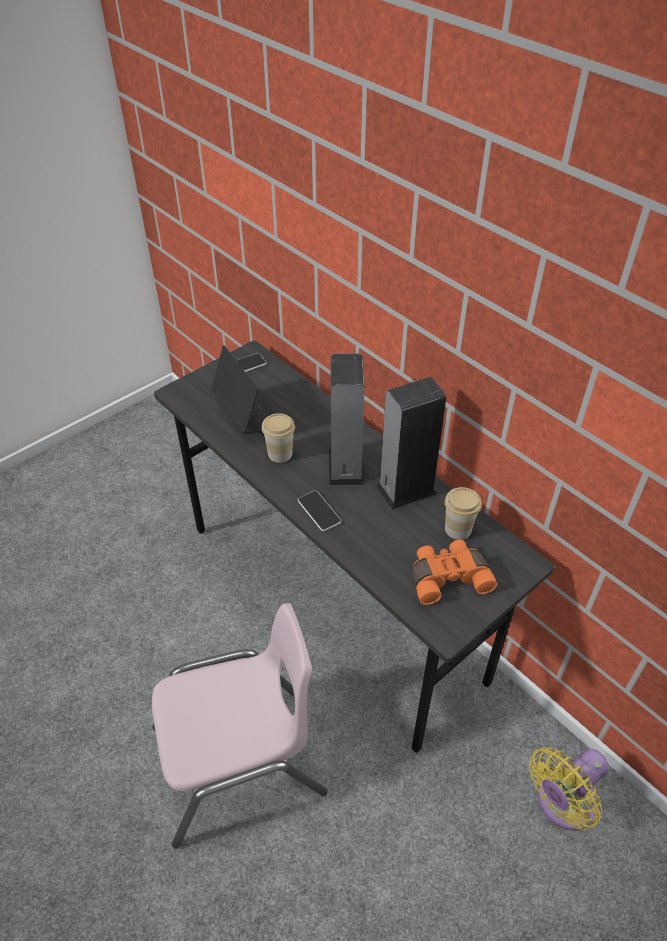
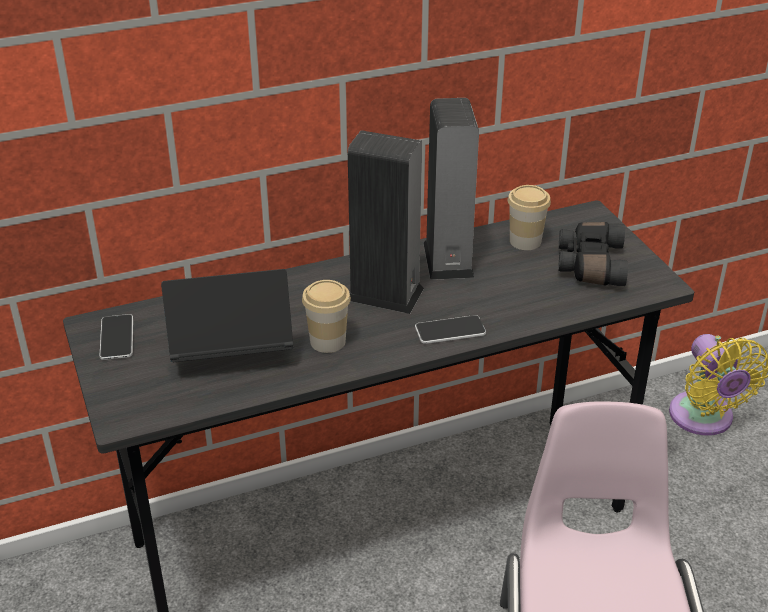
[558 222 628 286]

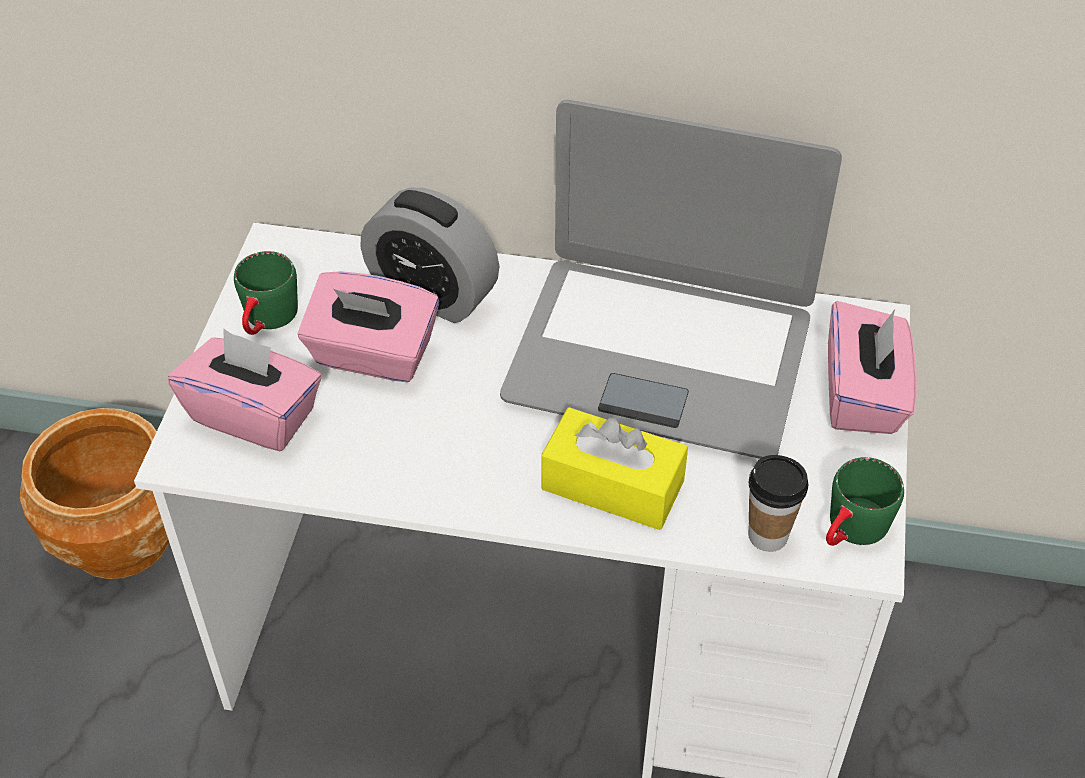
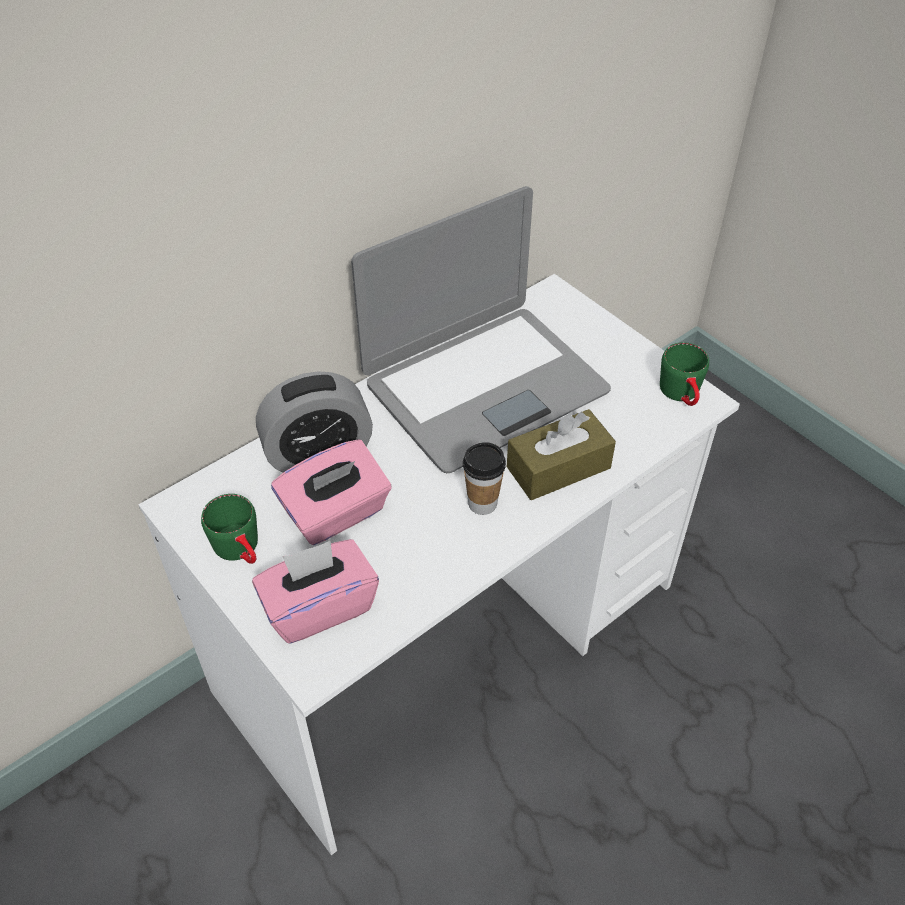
[828 301 917 434] (first image)
[507 409 616 500]
[20 408 169 579] (first image)
[463 442 506 515]

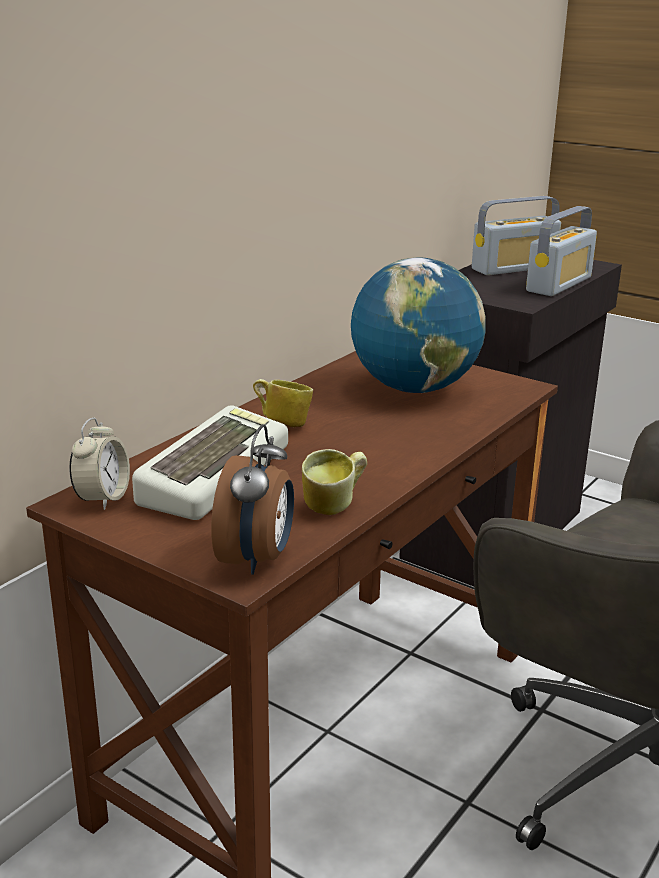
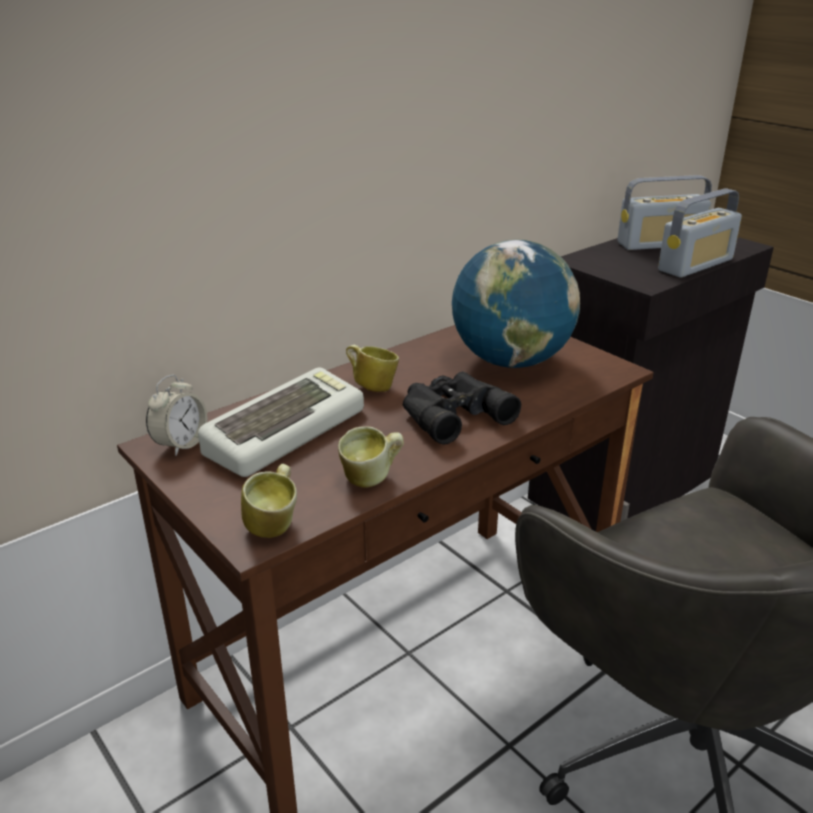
[241 463 297 538]
[403 371 521 445]

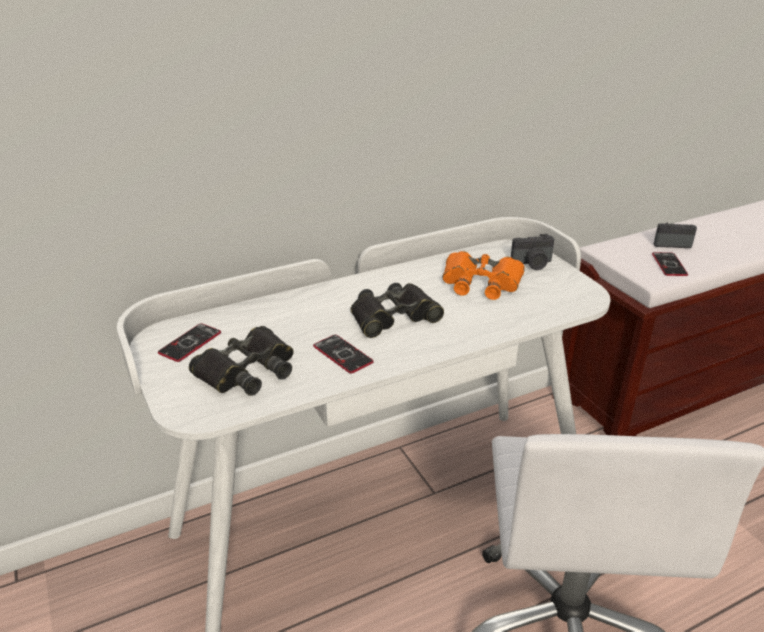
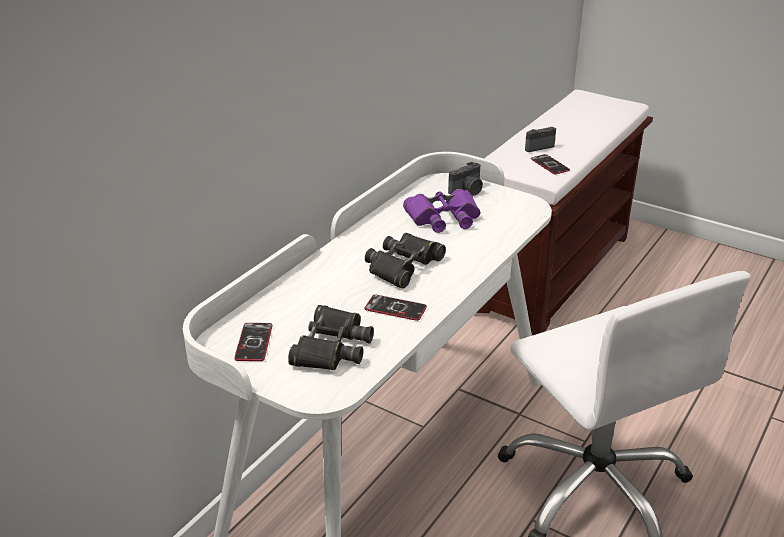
[403 189 480 233]

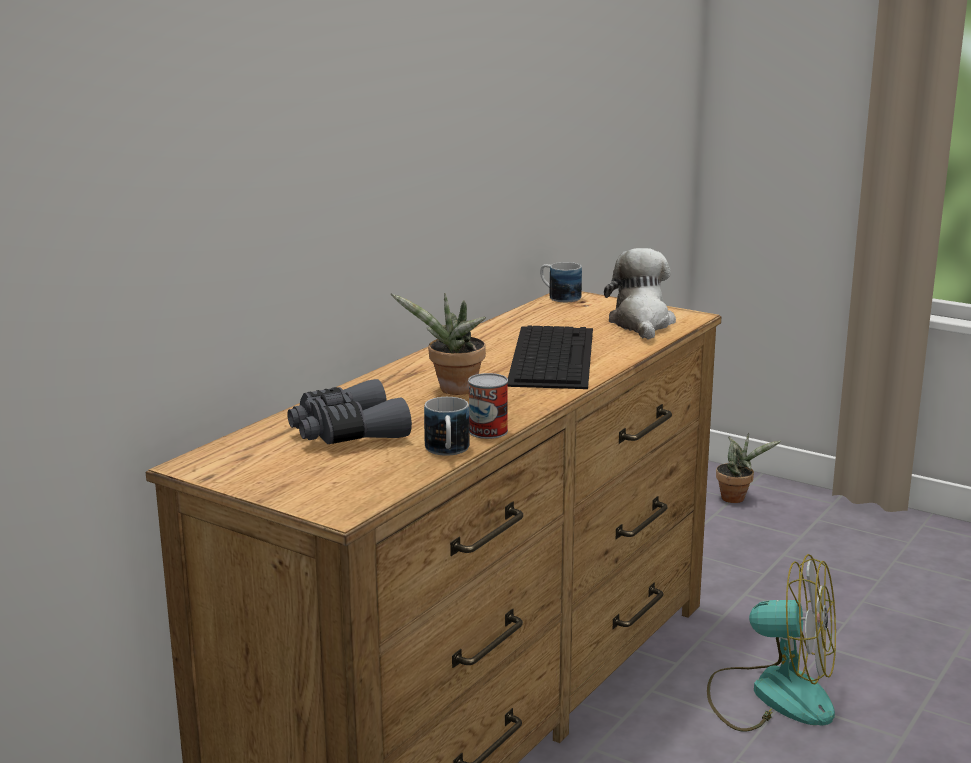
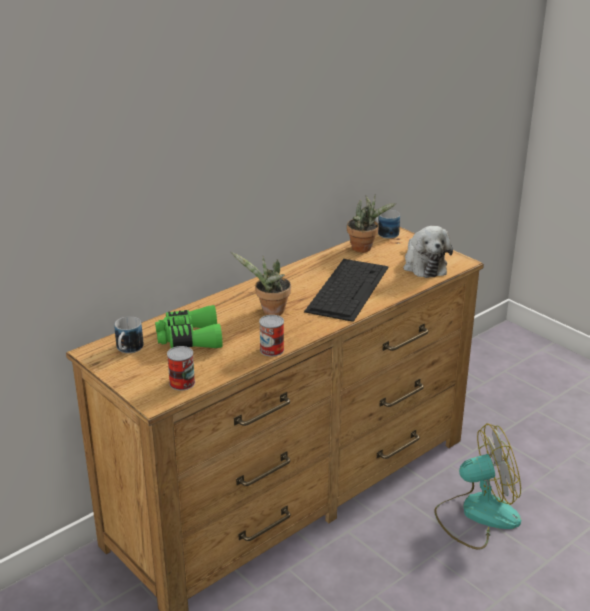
[403 226 453 278]
[155 305 223 348]
[114 316 143 353]
[347 194 396 252]
[434 423 522 550]
[167 346 195 391]

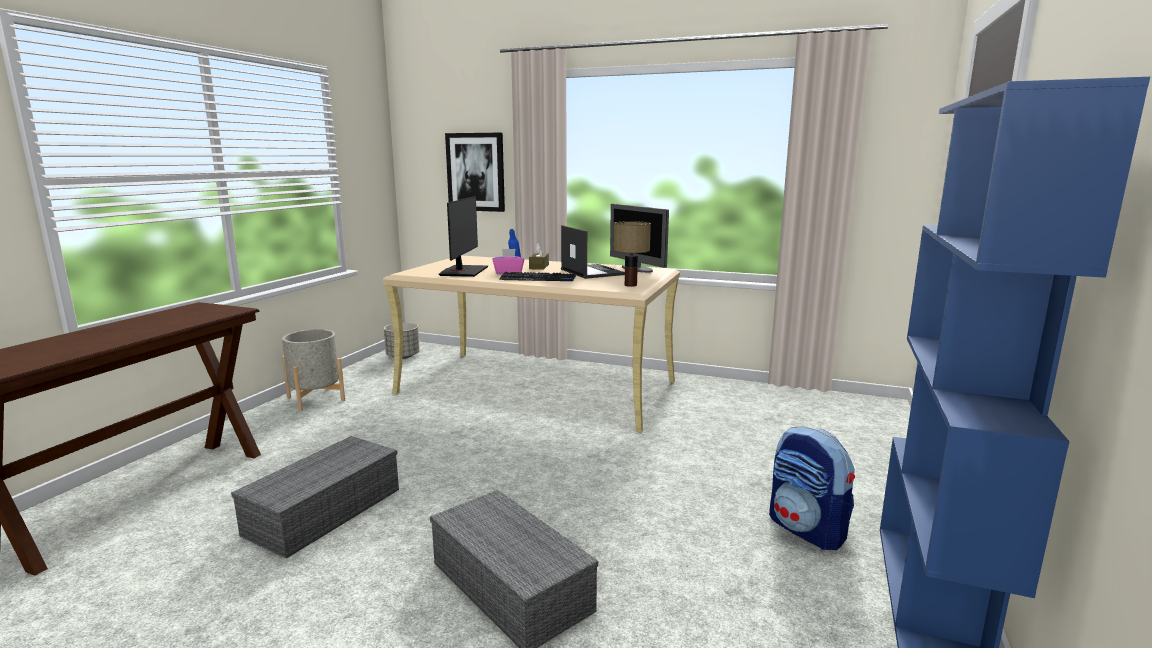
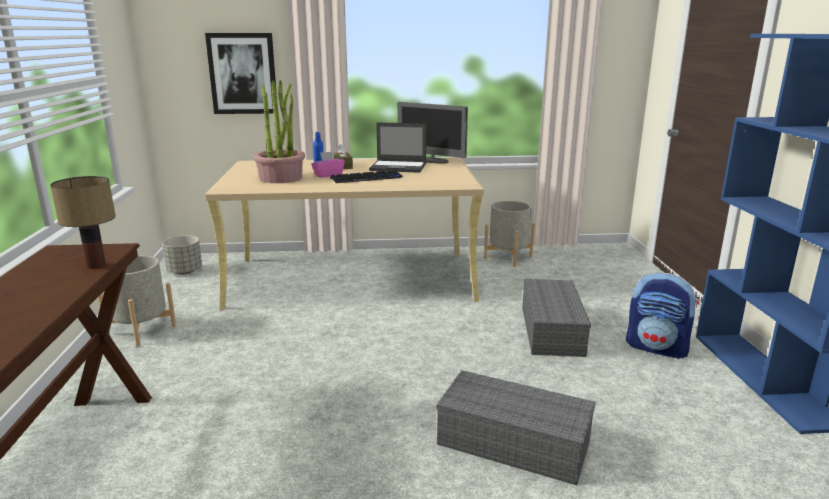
[253 80 305 183]
[50 176 116 269]
[369 122 426 173]
[522 279 591 357]
[484 201 535 267]

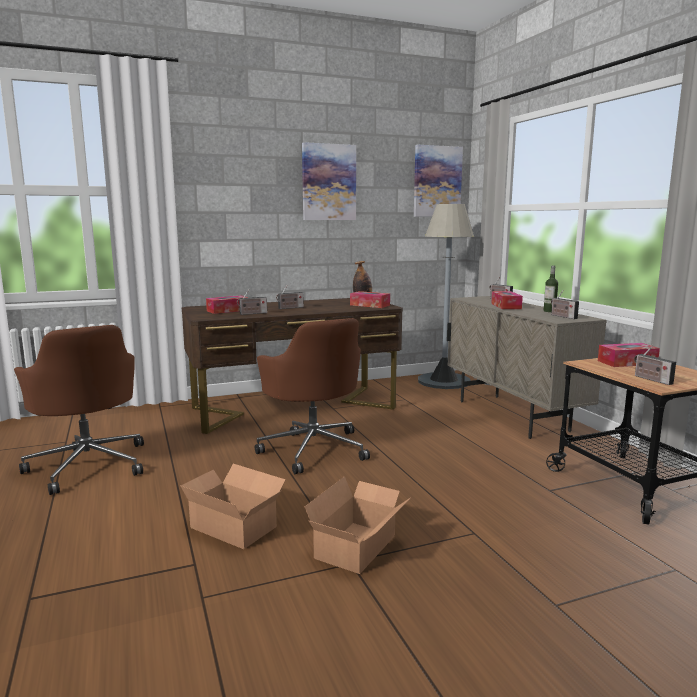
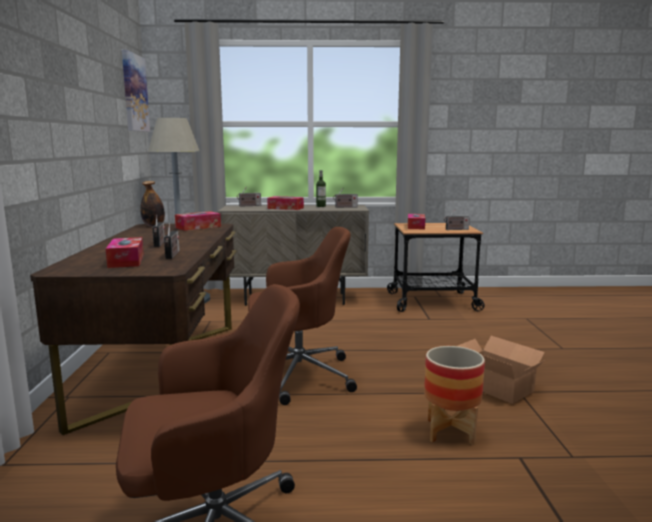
[302 142 356 220] (first image)
[424 346 485 445]

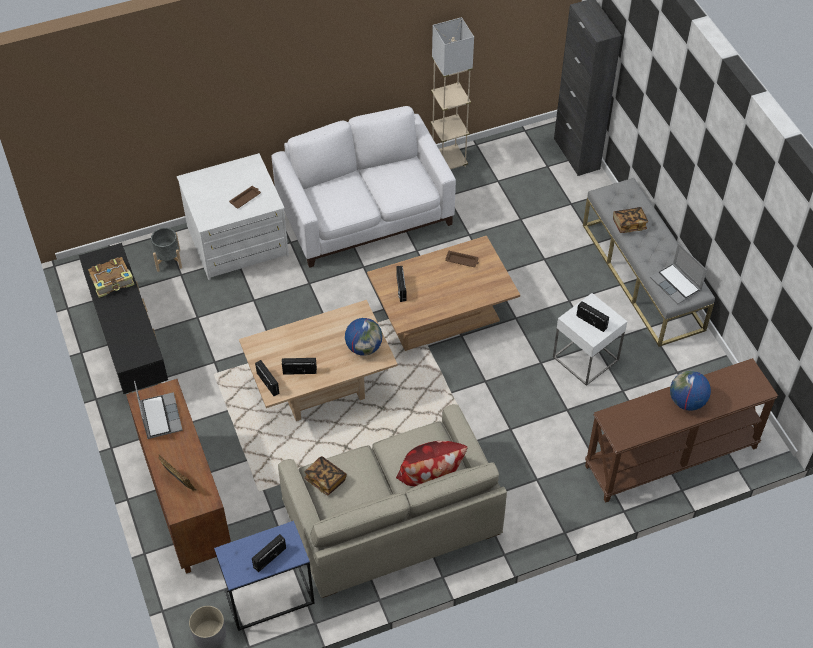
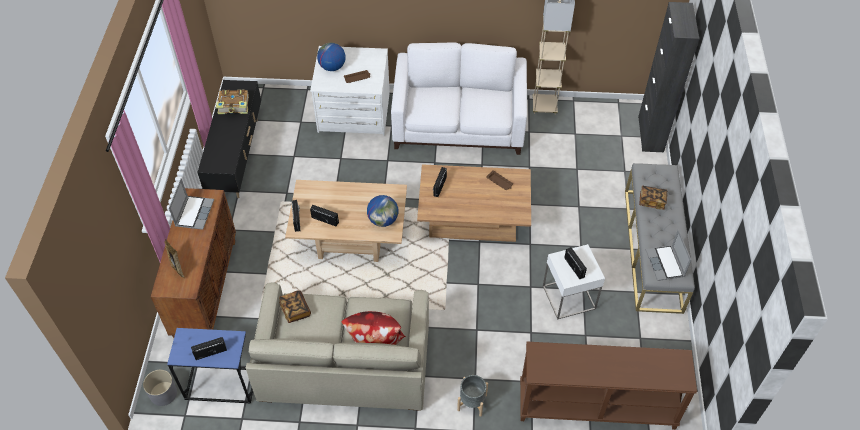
[457 375 488 417]
[317 43 346 71]

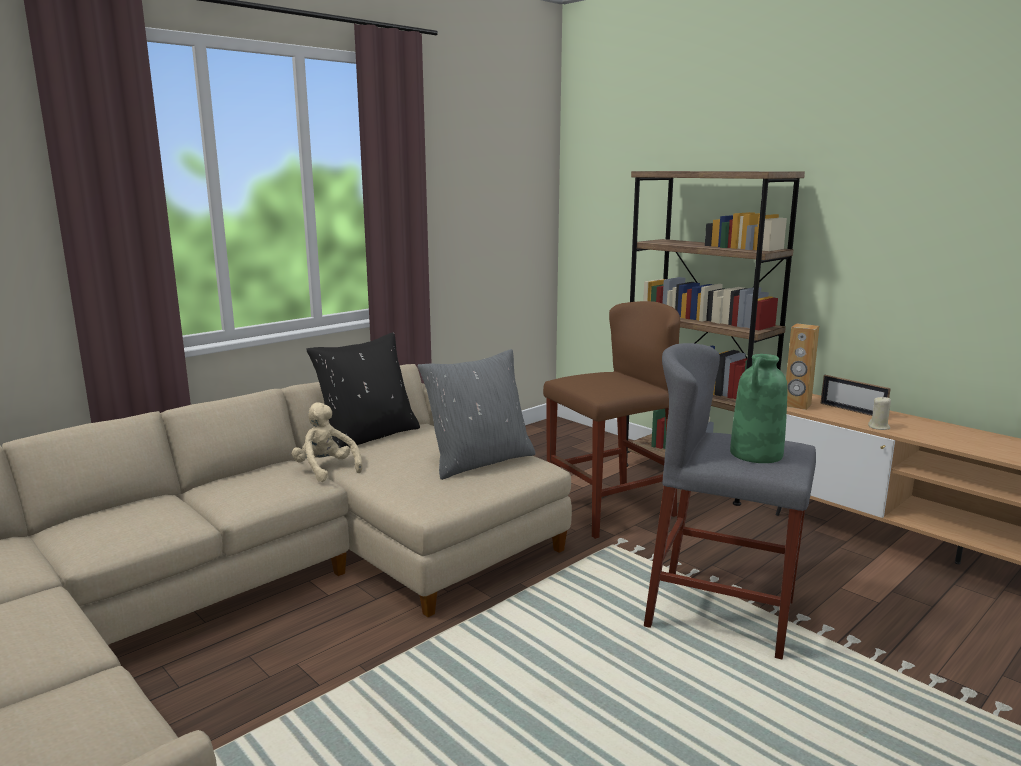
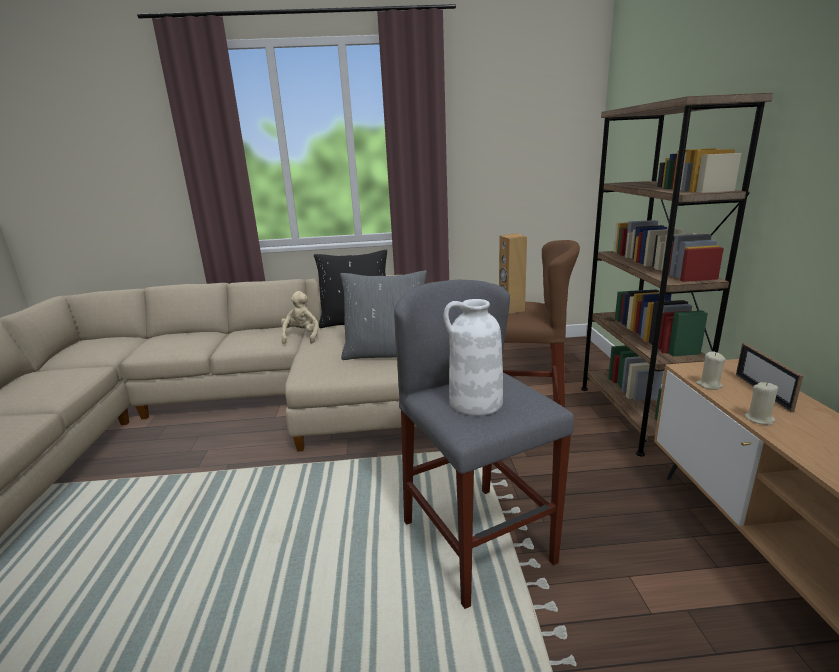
[499 234 527 314]
[444 299 503 416]
[696 351 726 390]

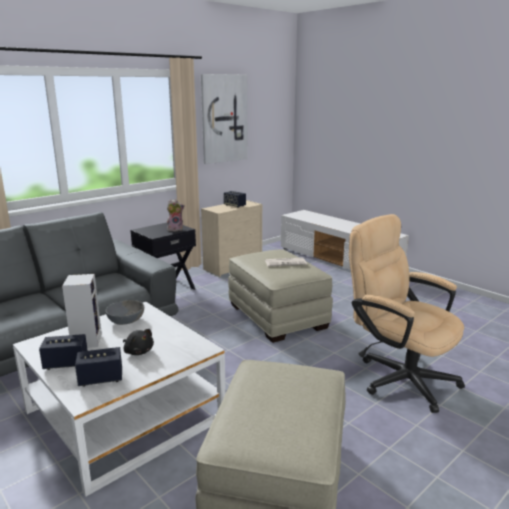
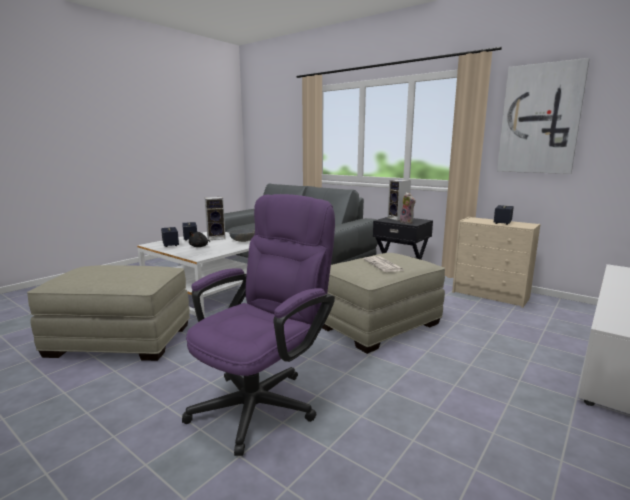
[182 194 335 456]
[388 180 411 221]

